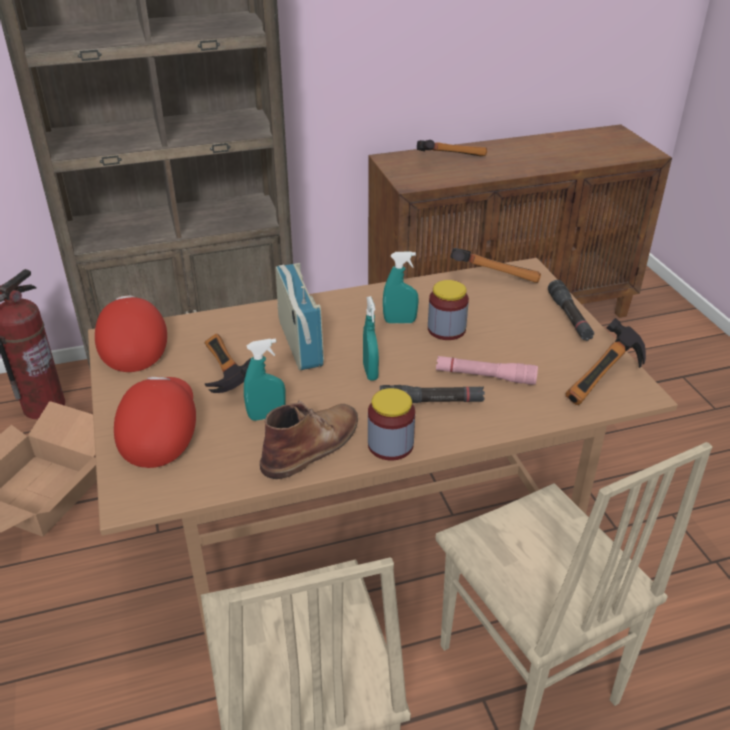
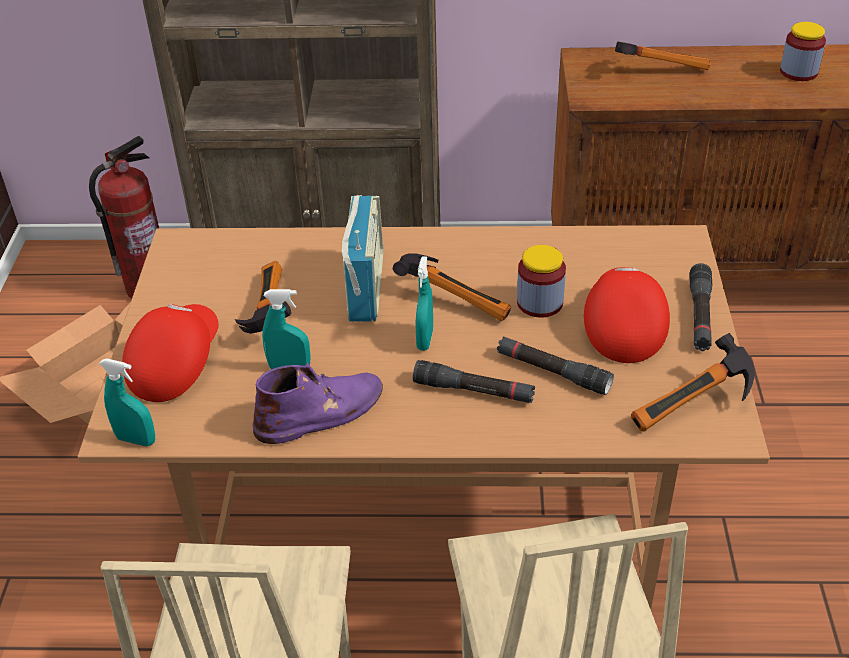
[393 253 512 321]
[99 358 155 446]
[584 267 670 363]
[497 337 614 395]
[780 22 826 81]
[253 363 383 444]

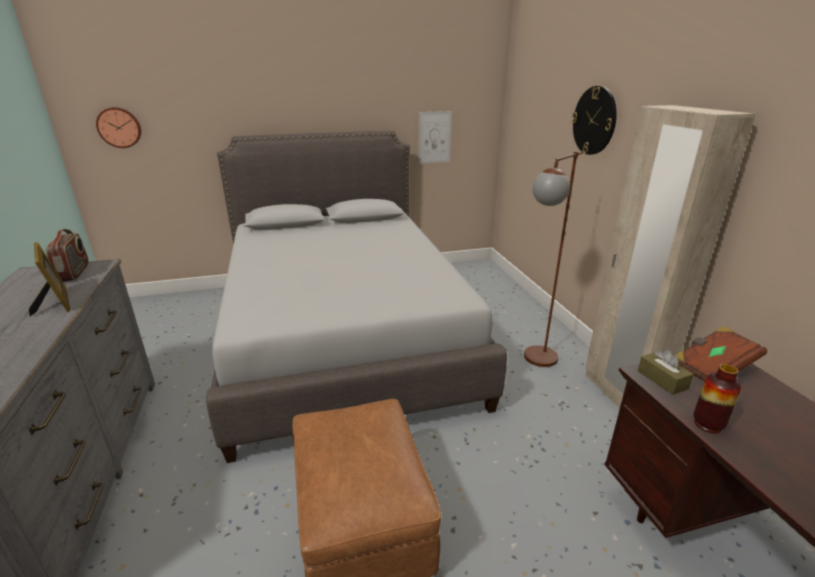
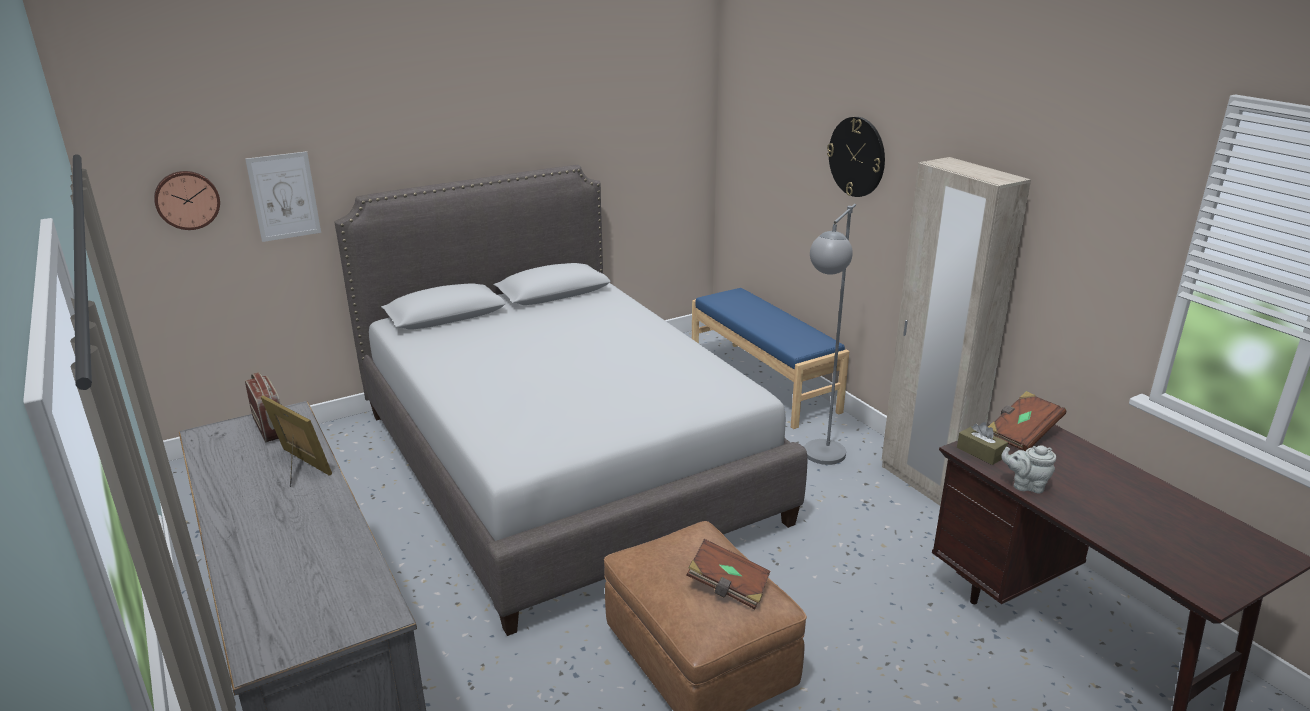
[245 151 321 242]
[804 204 856 465]
[1001 445 1056 493]
[692 288 849 429]
[687 539 770 609]

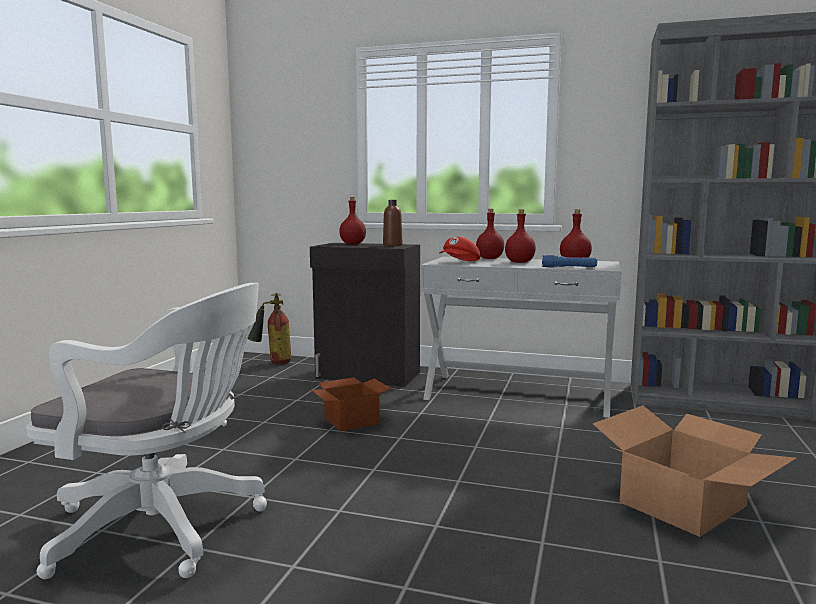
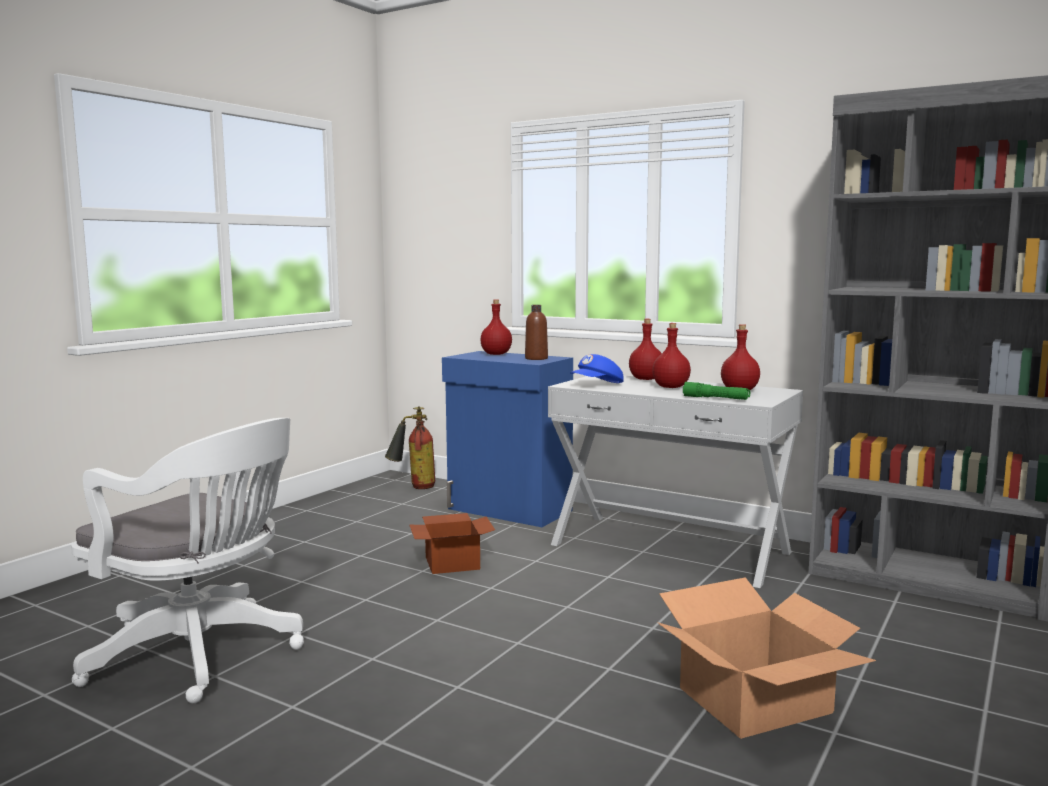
[570 354 624 383]
[442 351 573 527]
[683 382 750 400]

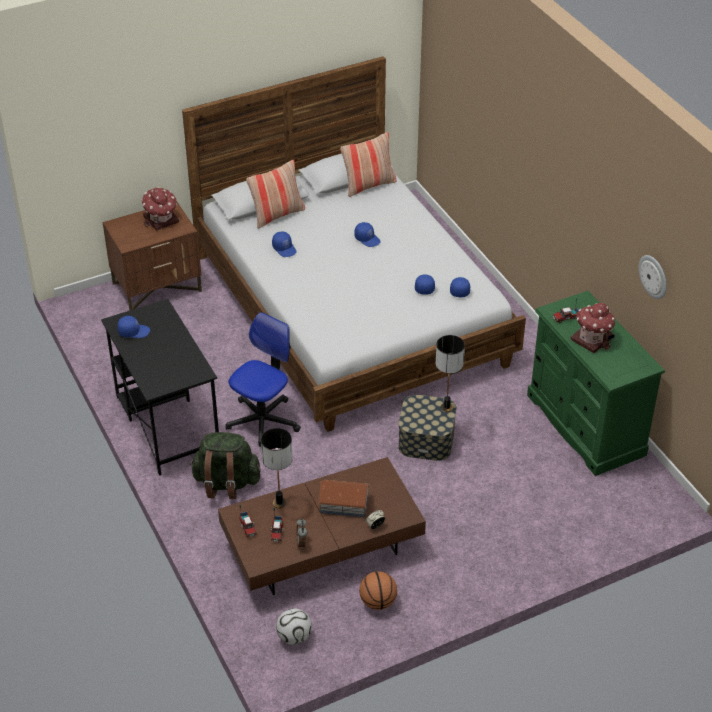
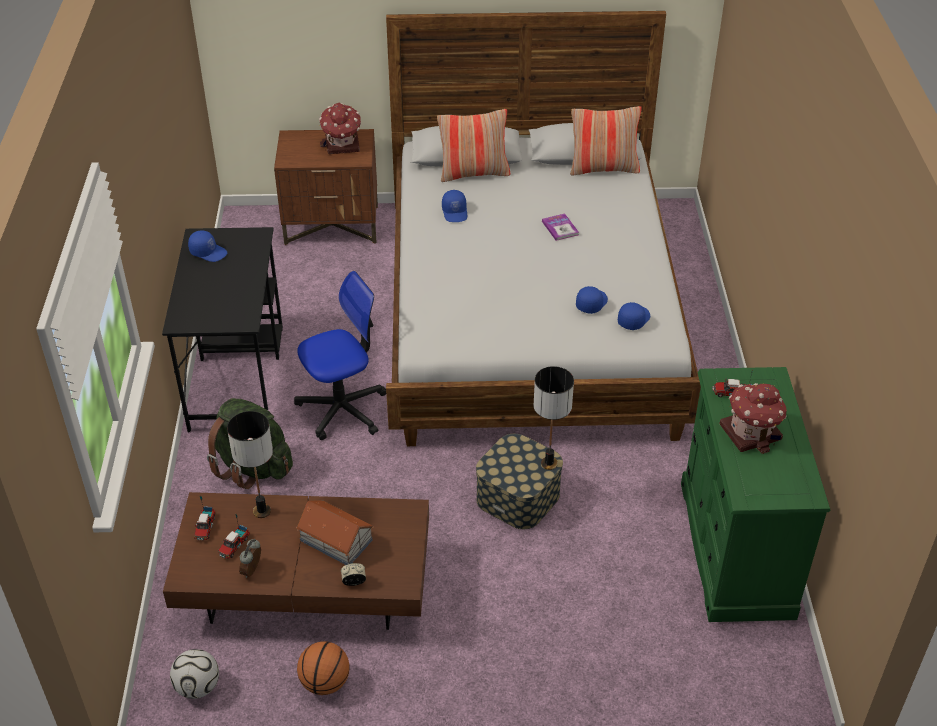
[542 213 579 241]
[638 255 667 299] (first image)

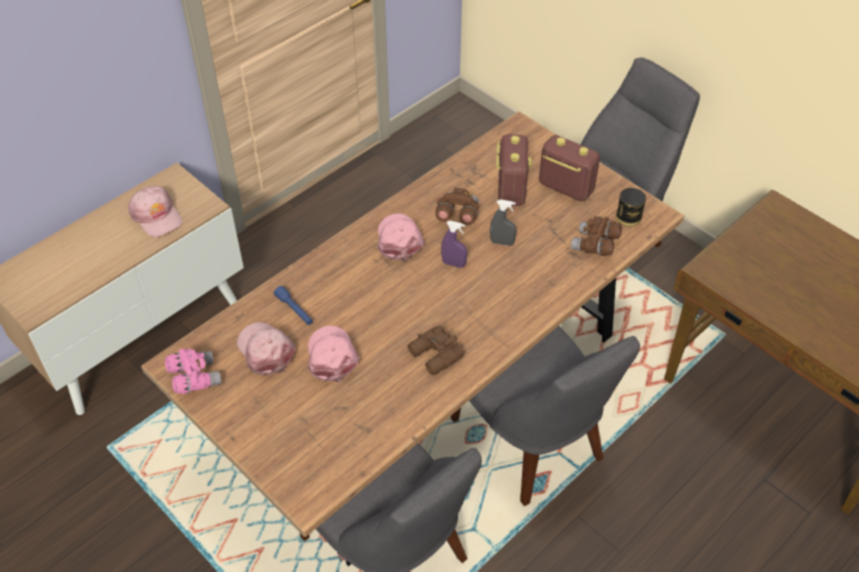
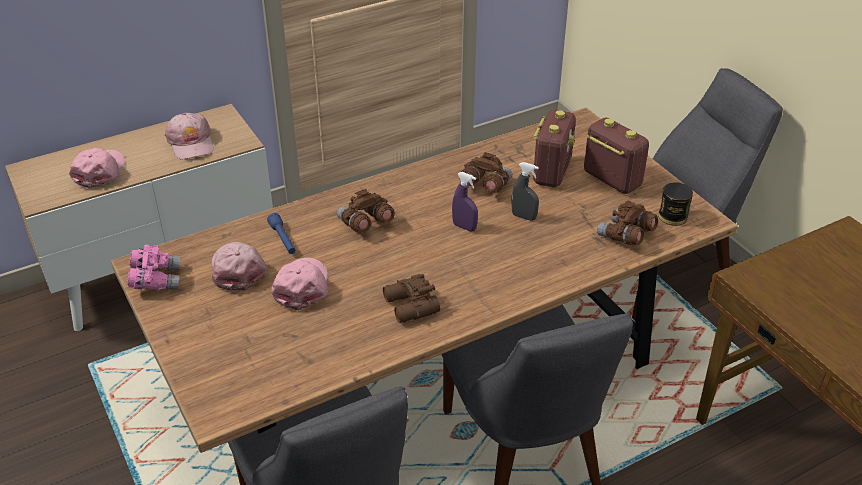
[69 148 126 189]
[337 189 395 233]

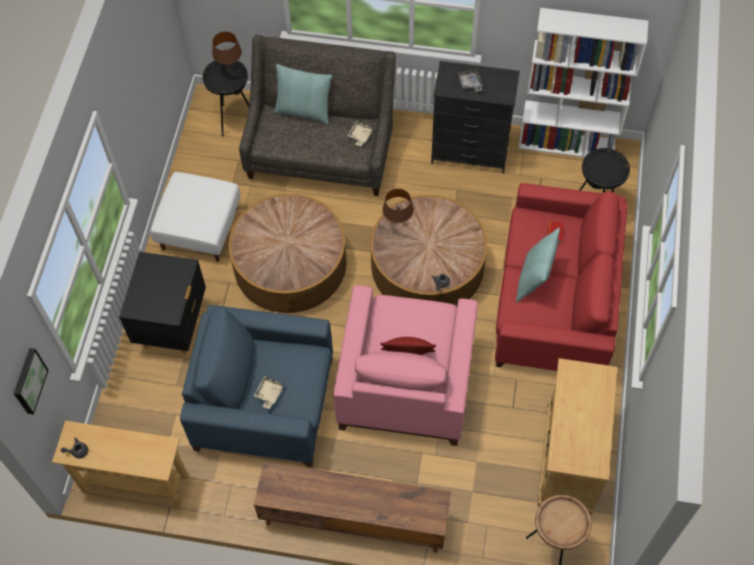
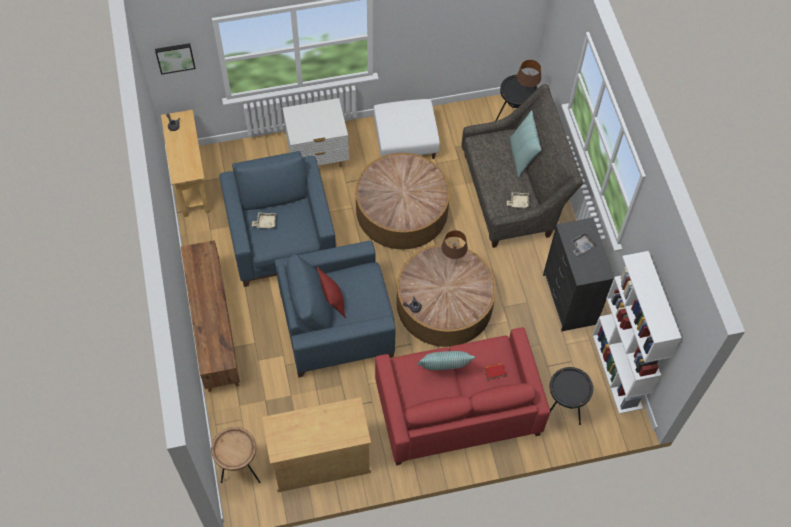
[282 98 349 167]
[275 241 396 378]

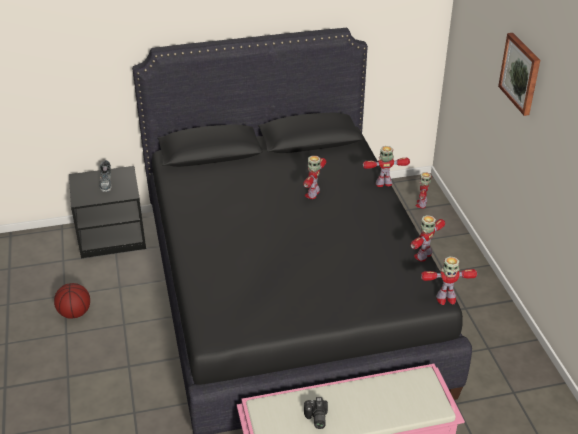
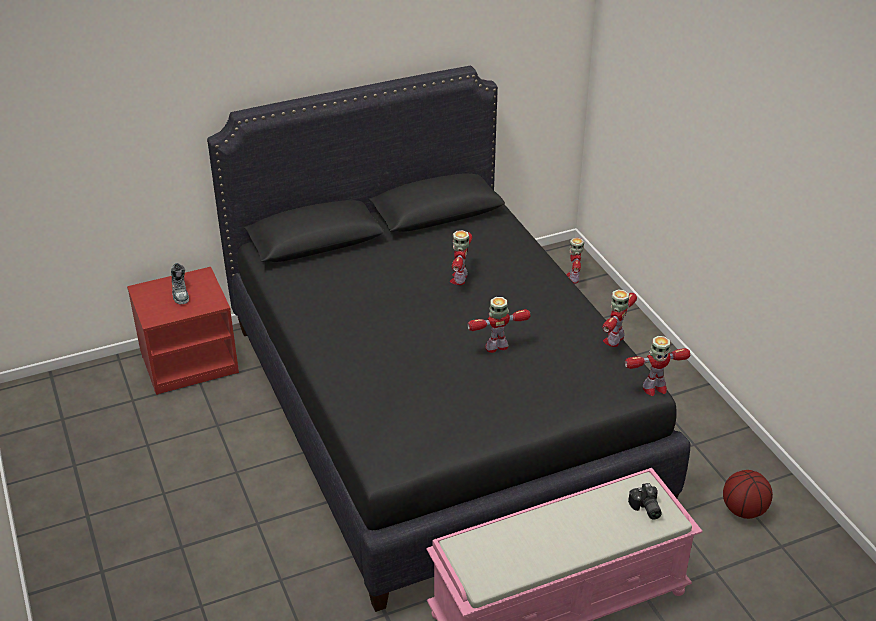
[498 33 540 116] (first image)
[467 297 531 353]
[127 267 239 395]
[723 470 773 519]
[628 483 662 519]

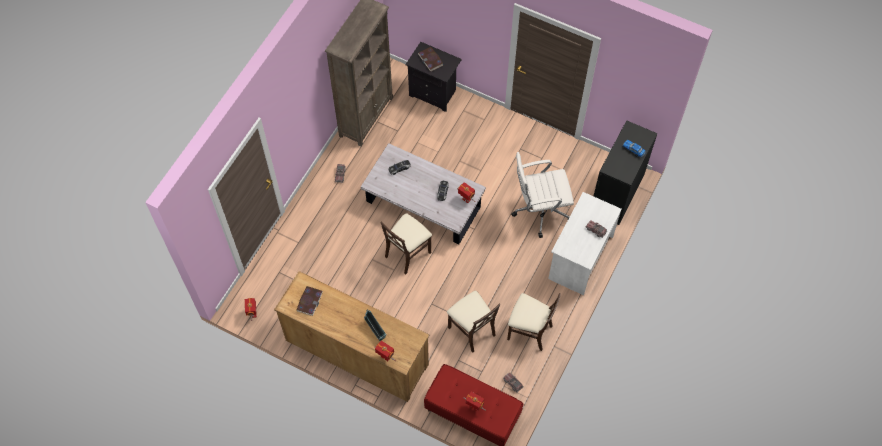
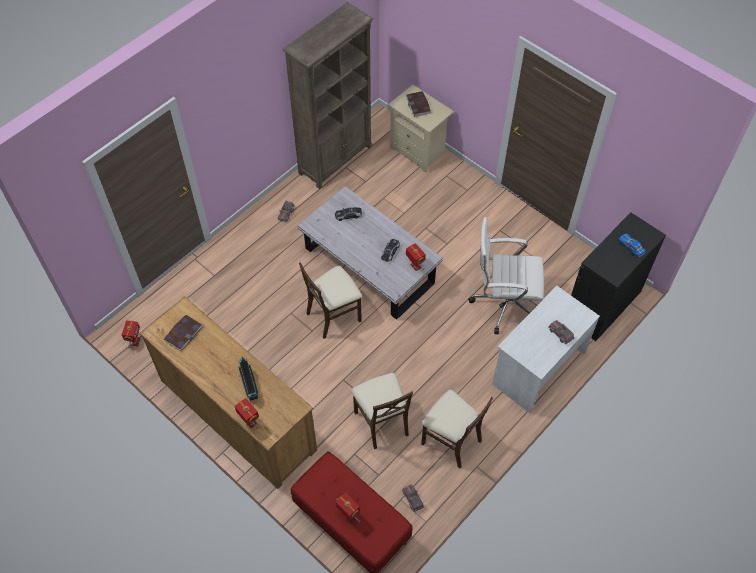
[388 85 454 173]

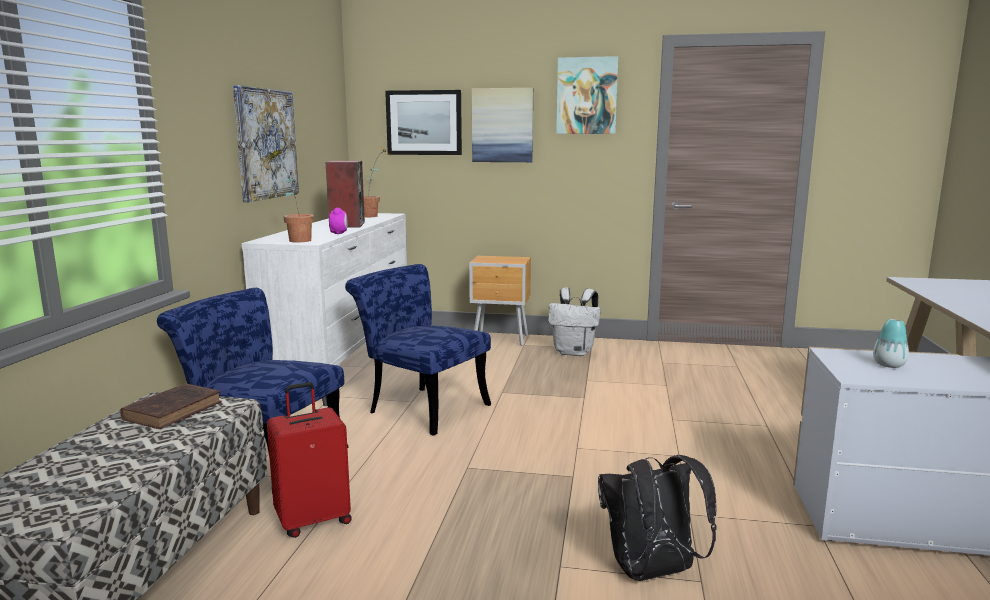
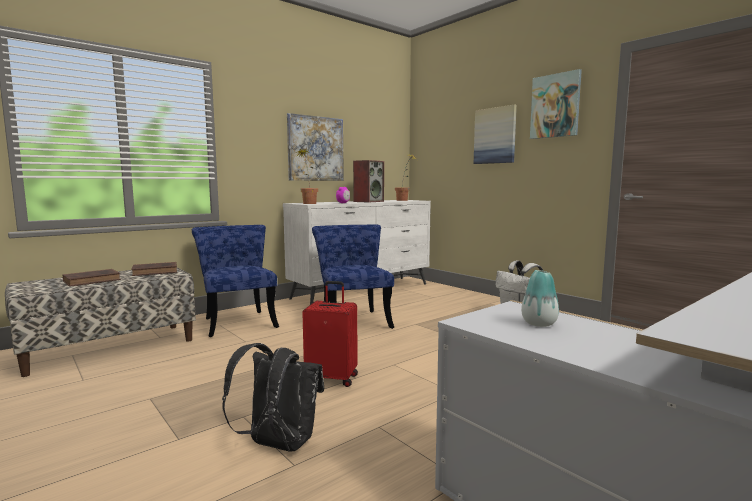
[385 90 462 155] (first image)
[469 256 531 346] (first image)
[302 281 358 387]
[63 269 121 287]

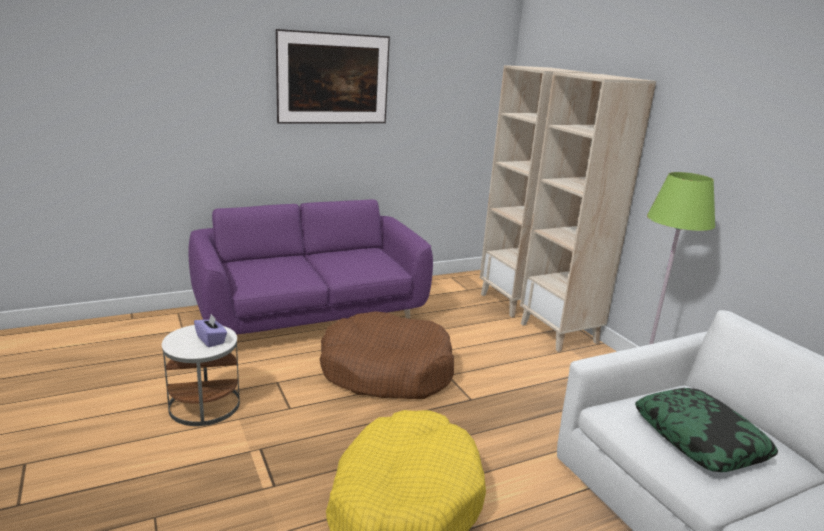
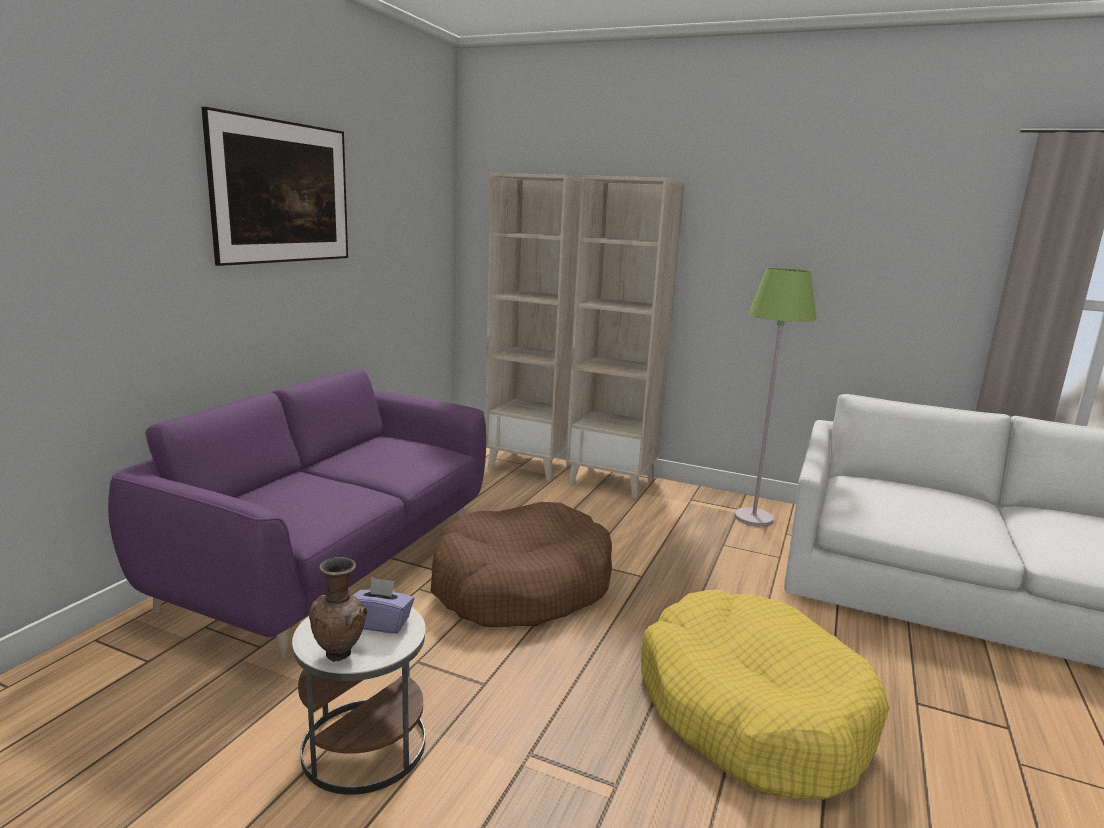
[635 388 778 472] (first image)
[309 557 367 662]

